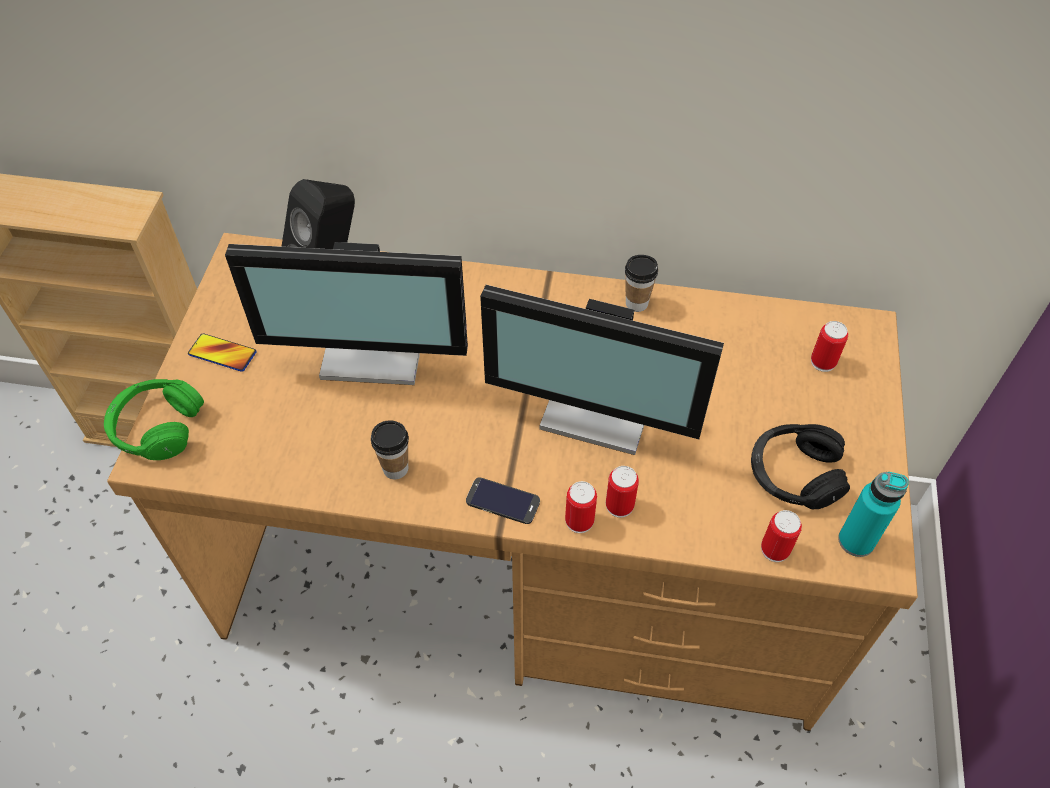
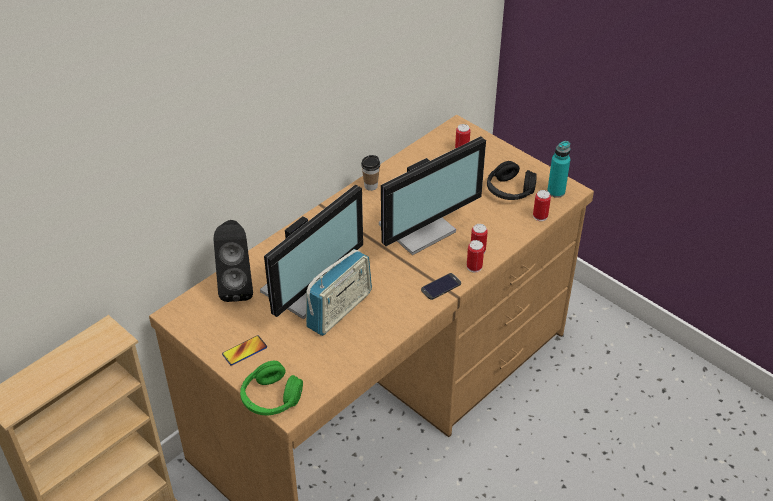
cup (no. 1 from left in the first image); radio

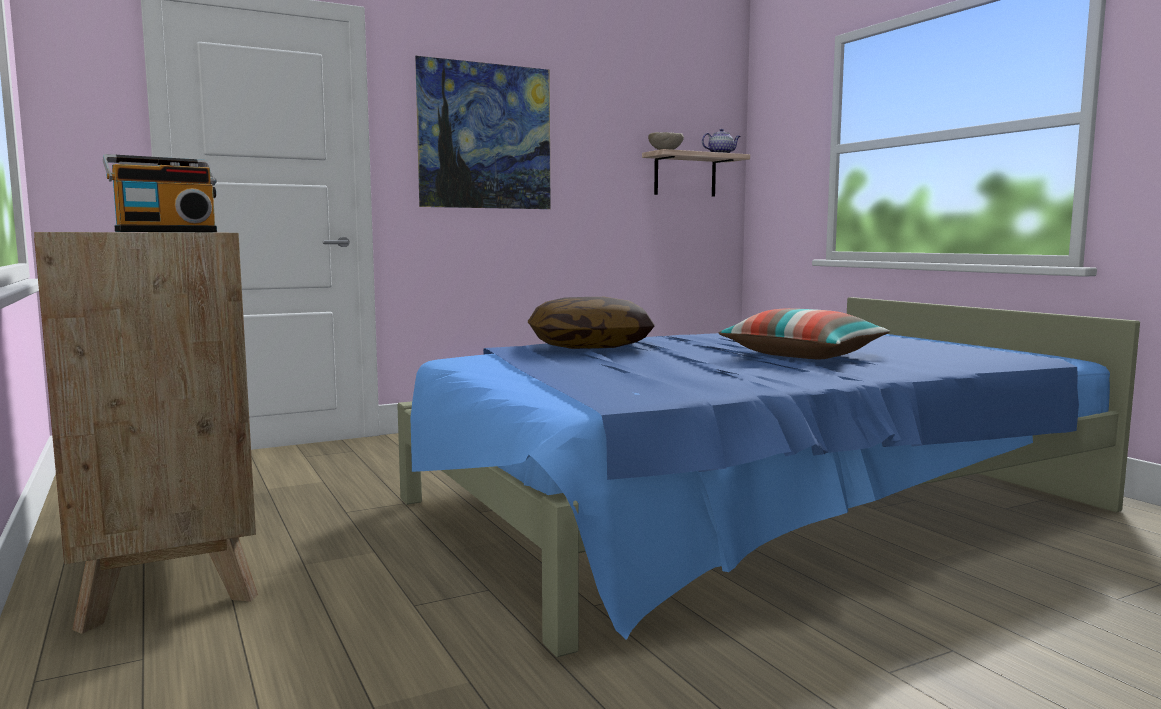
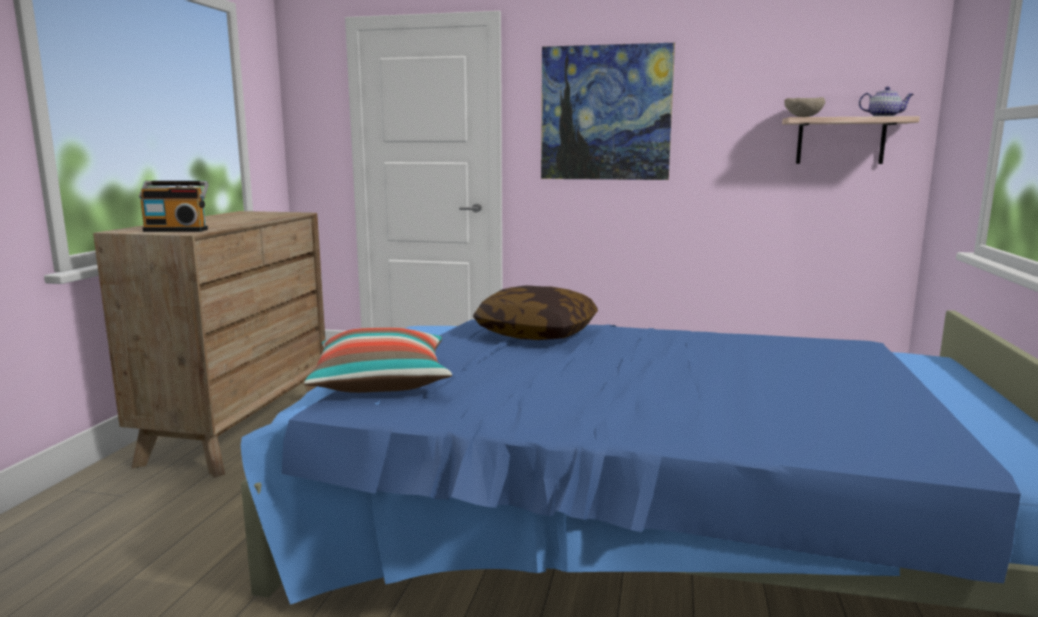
pillow (no. 1 from left)

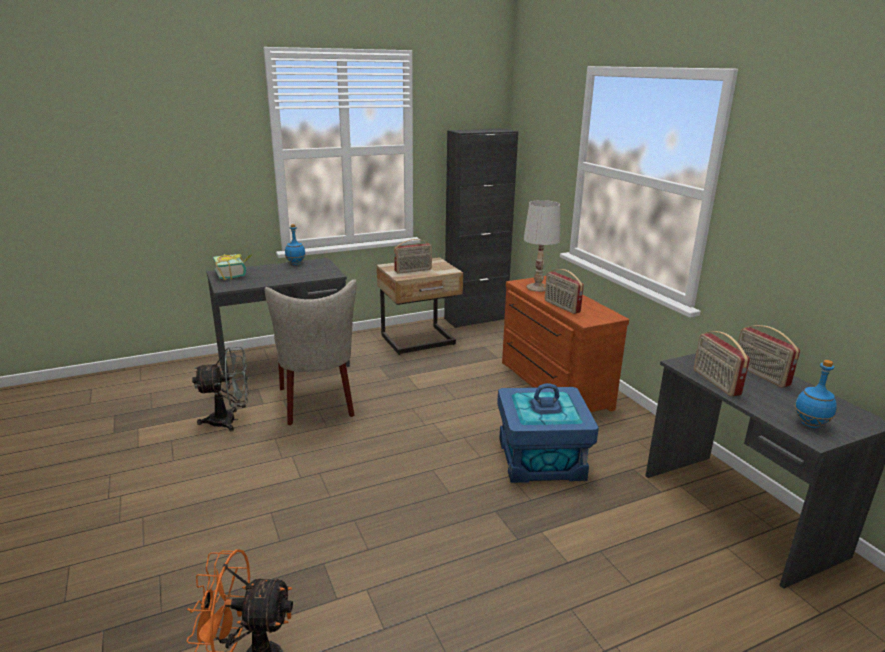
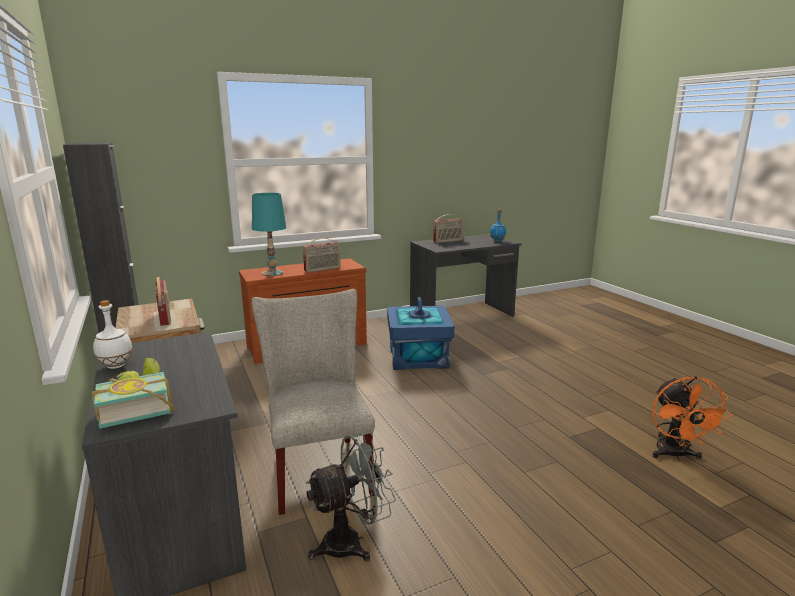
grey fan; beige chair; white bottle; turquoise table lamp; radio (no. 3 from left in the first image)

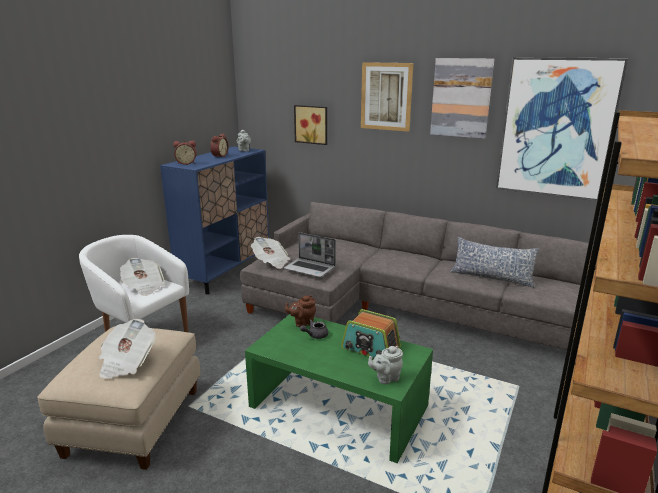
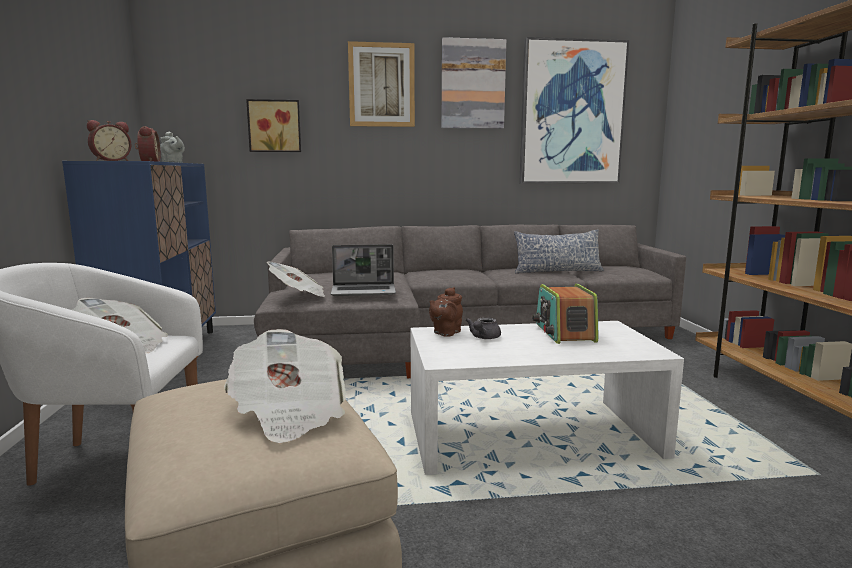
white coffee table; radio; grey teapot (no. 3 from left in the first image)

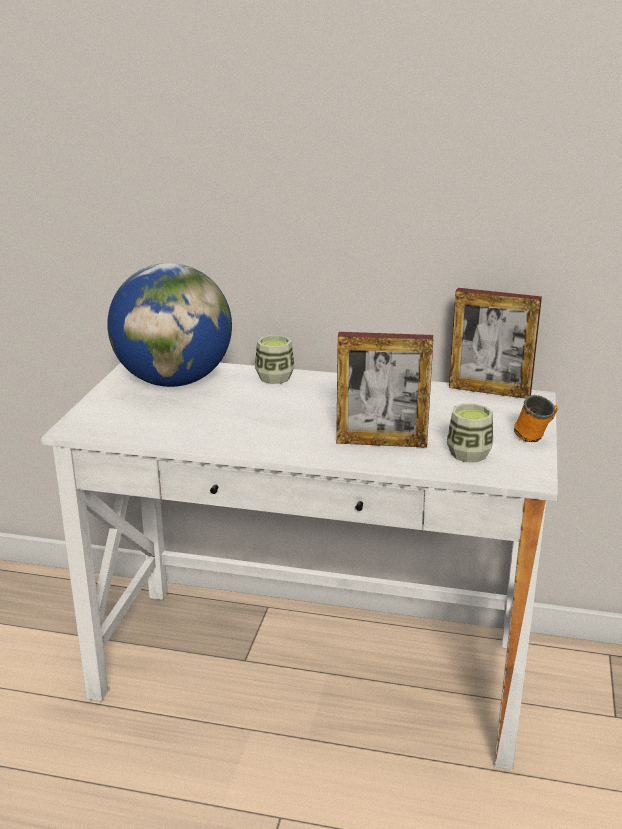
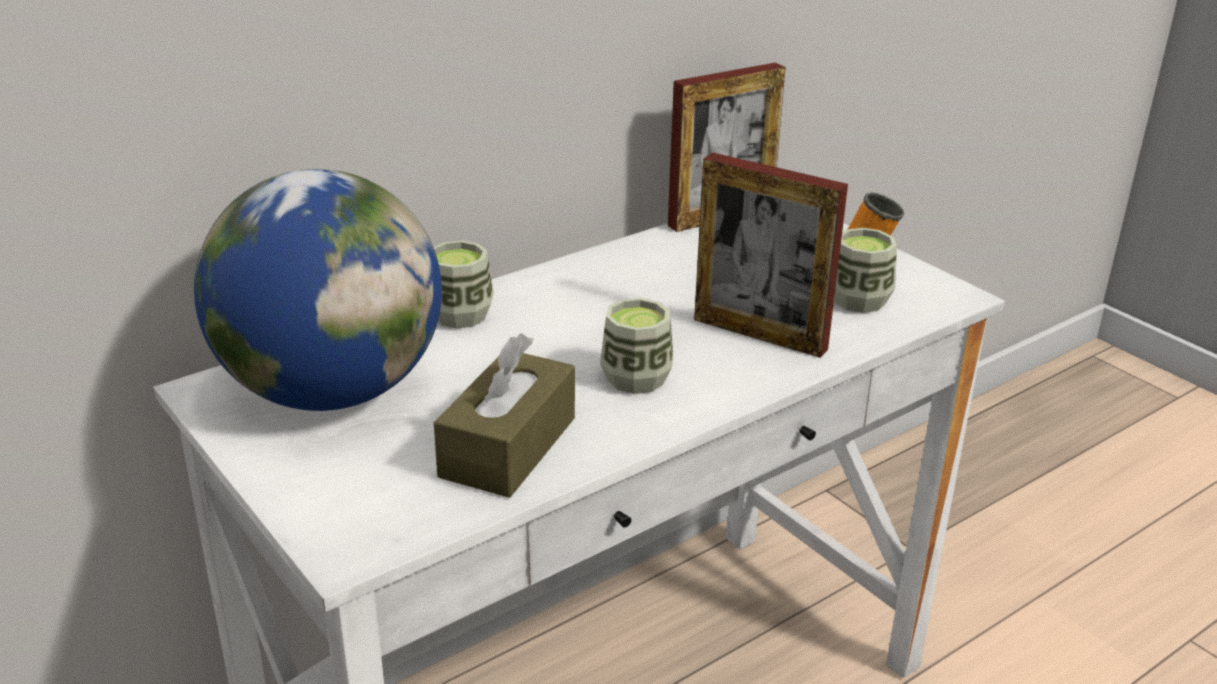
picture frame (no. 2 from left); brown tissue box; cup (no. 2 from left)

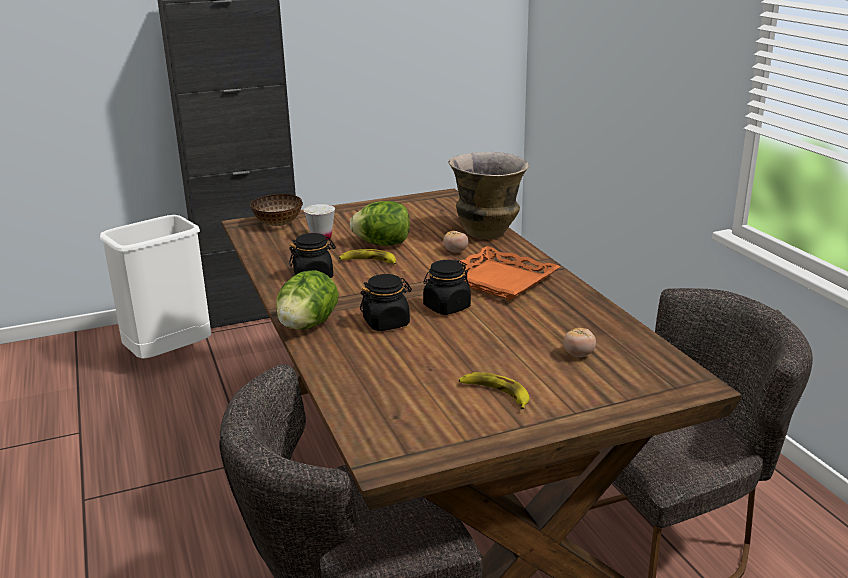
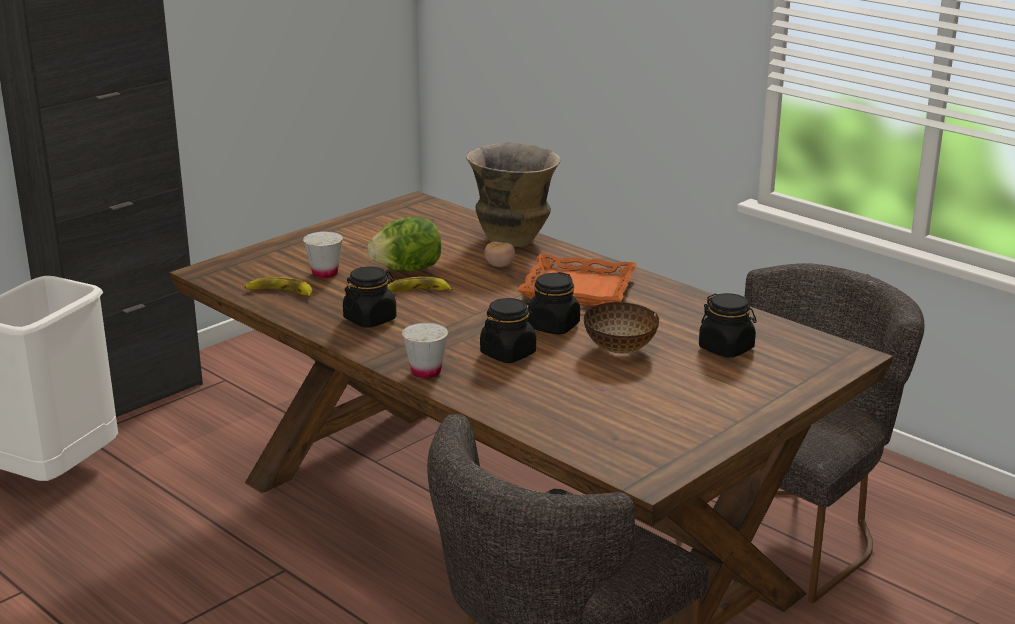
bowl; white cup (no. 2 from left); banana (no. 1 from left); black jar (no. 4 from left)

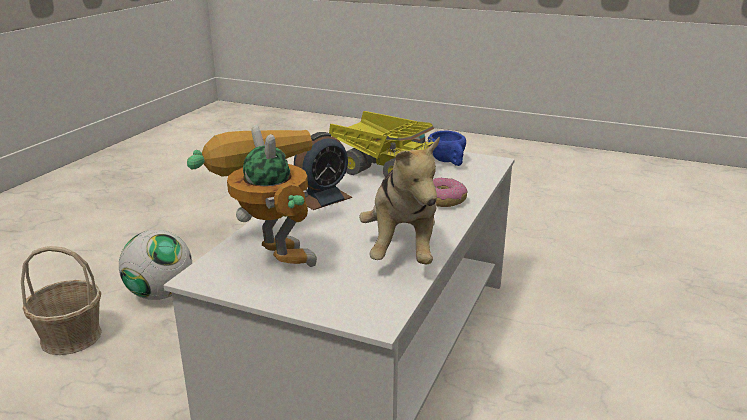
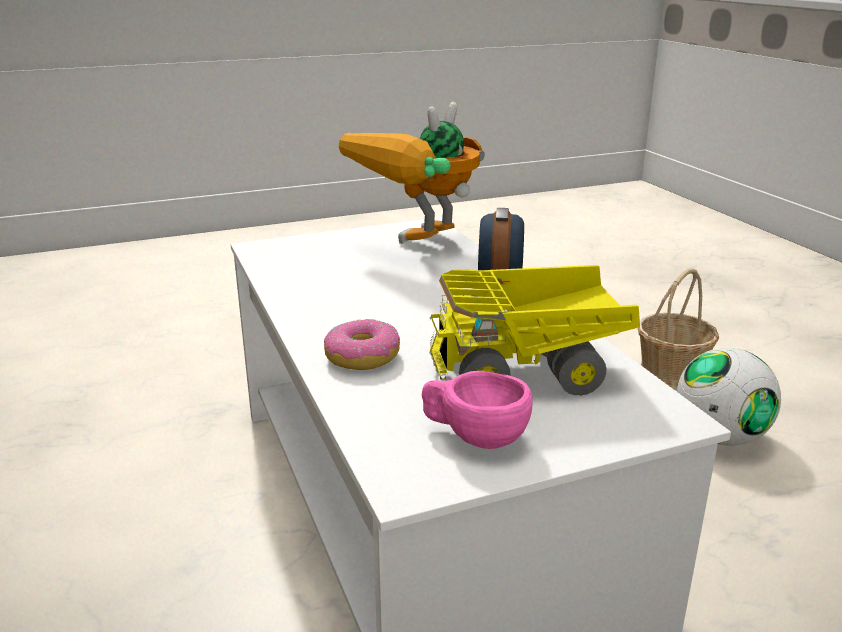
toy robot; plush toy; pink cup

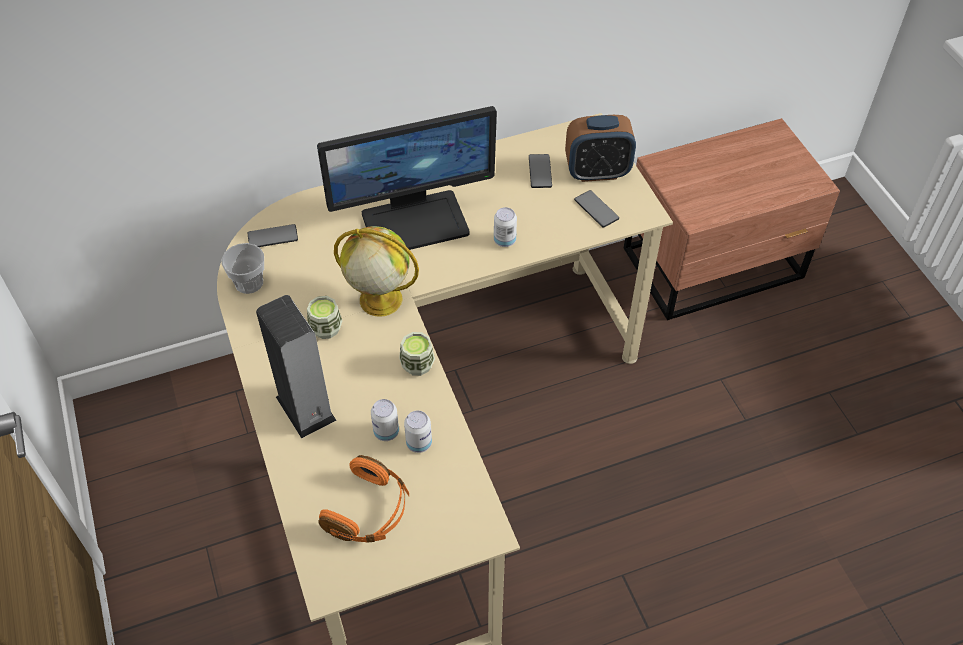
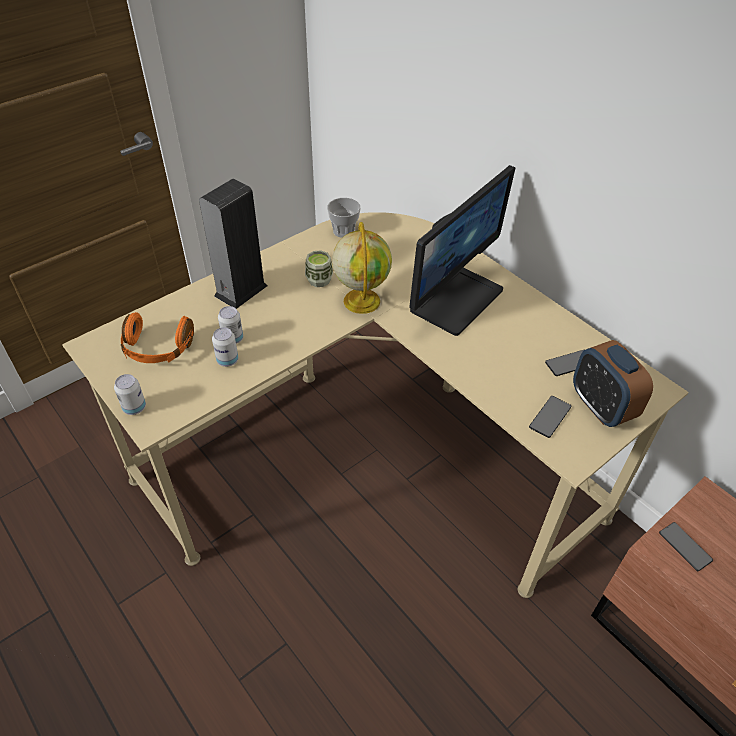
phone (no. 3 from left); monitor; cup (no. 3 from left in the first image); can (no. 1 from left)

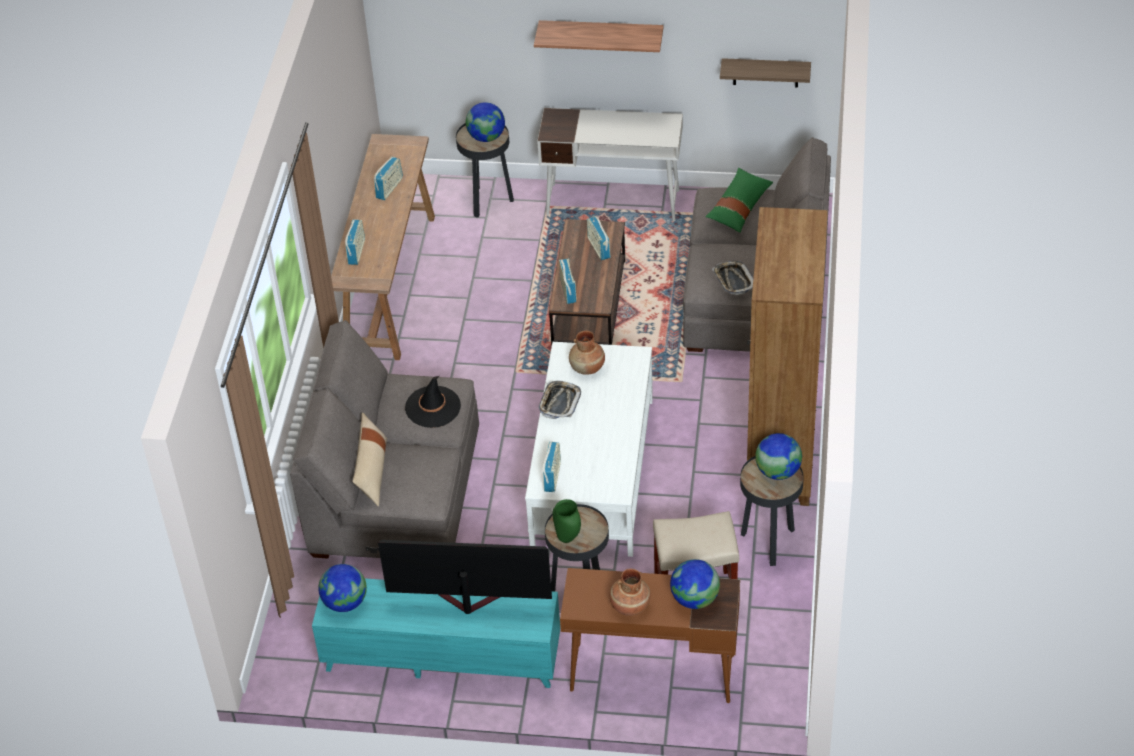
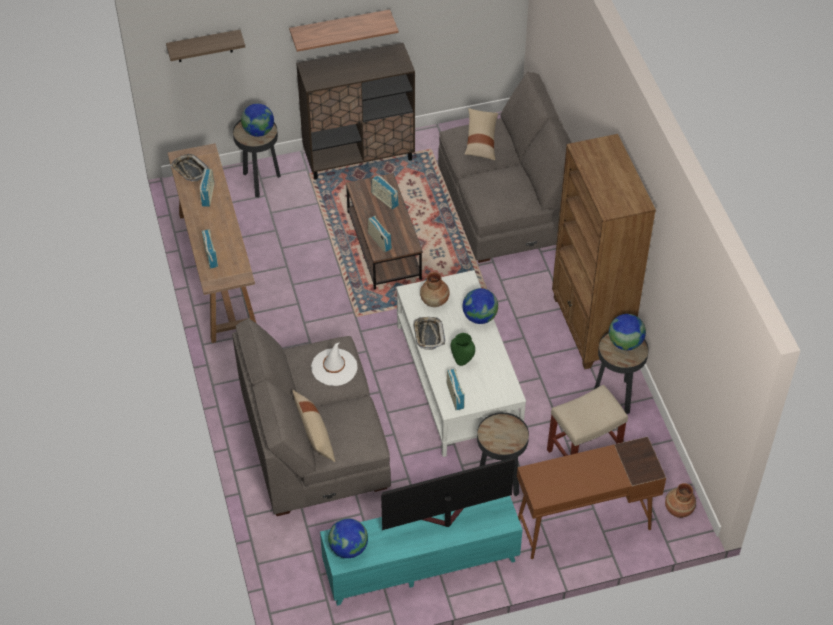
white hat; brown cabinet; green vase; brown vase (no. 2 from left); globe (no. 3 from left); beige pillow (no. 2 from left); tray (no. 1 from left); shelf (no. 1 from left)

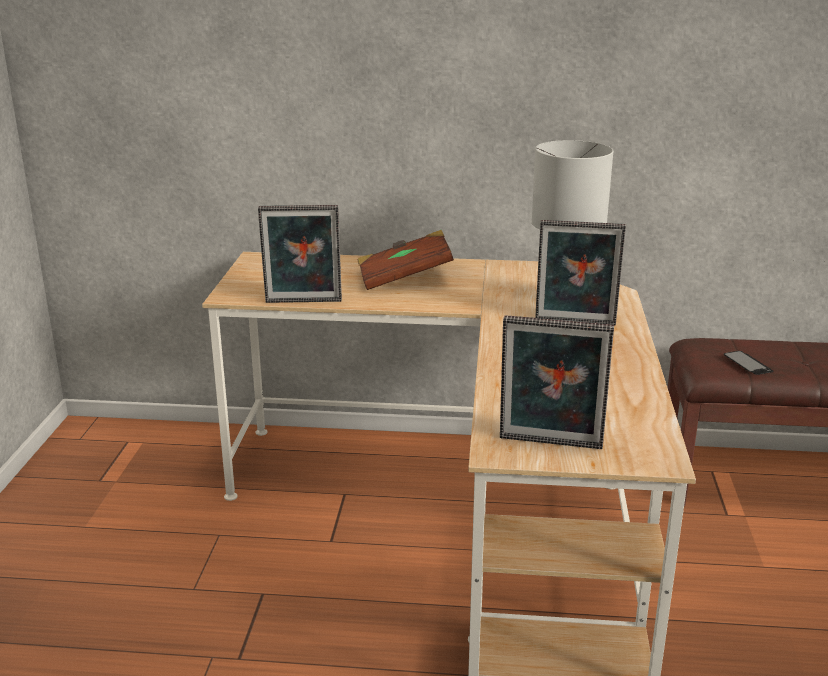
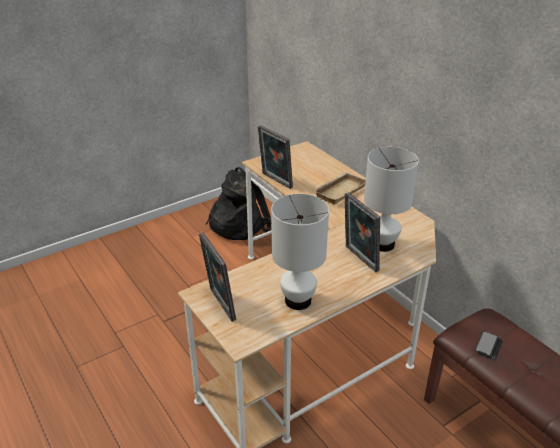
beige tray; black backpack; white table lamp (no. 1 from left)

